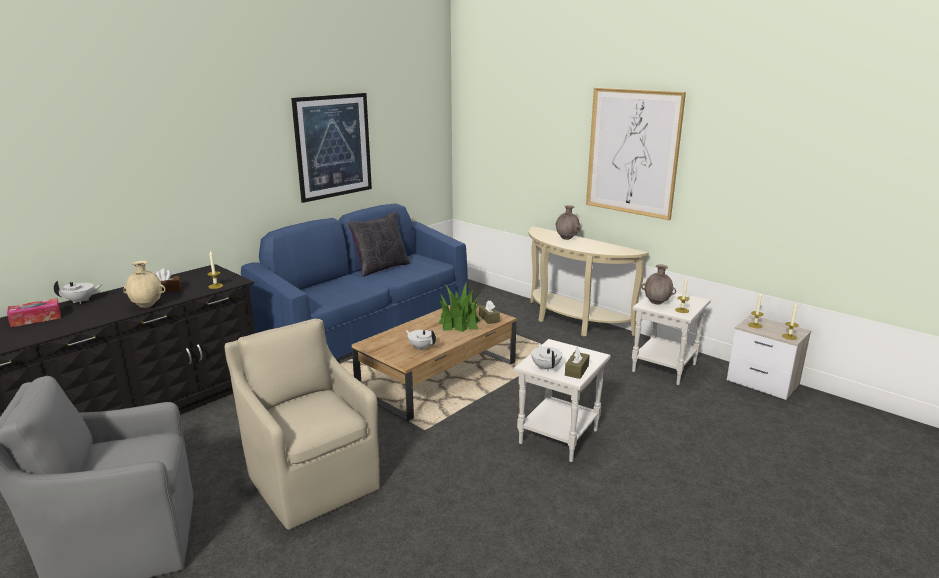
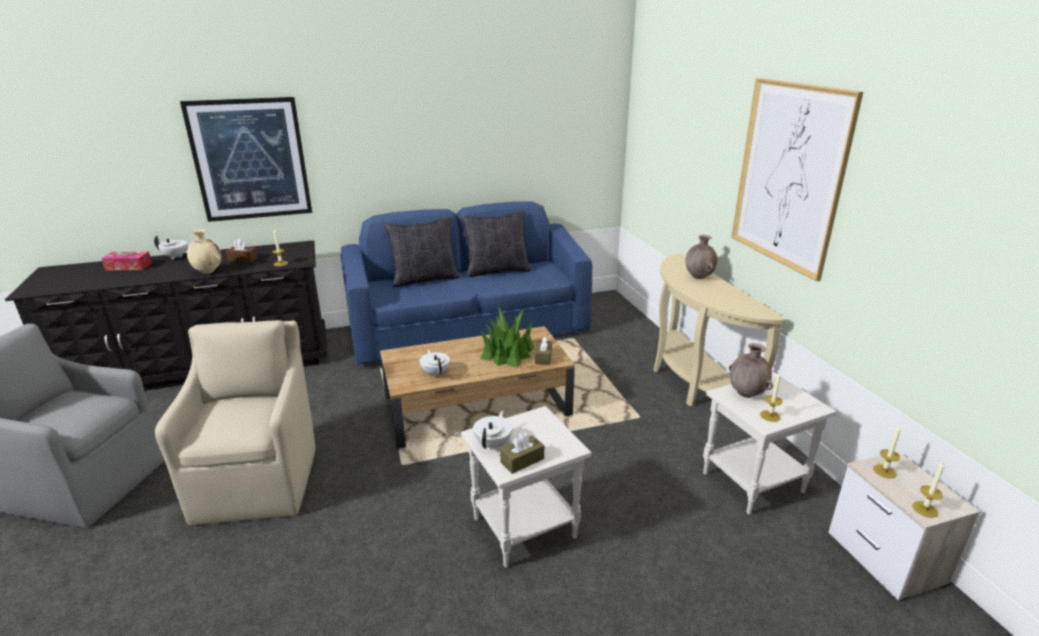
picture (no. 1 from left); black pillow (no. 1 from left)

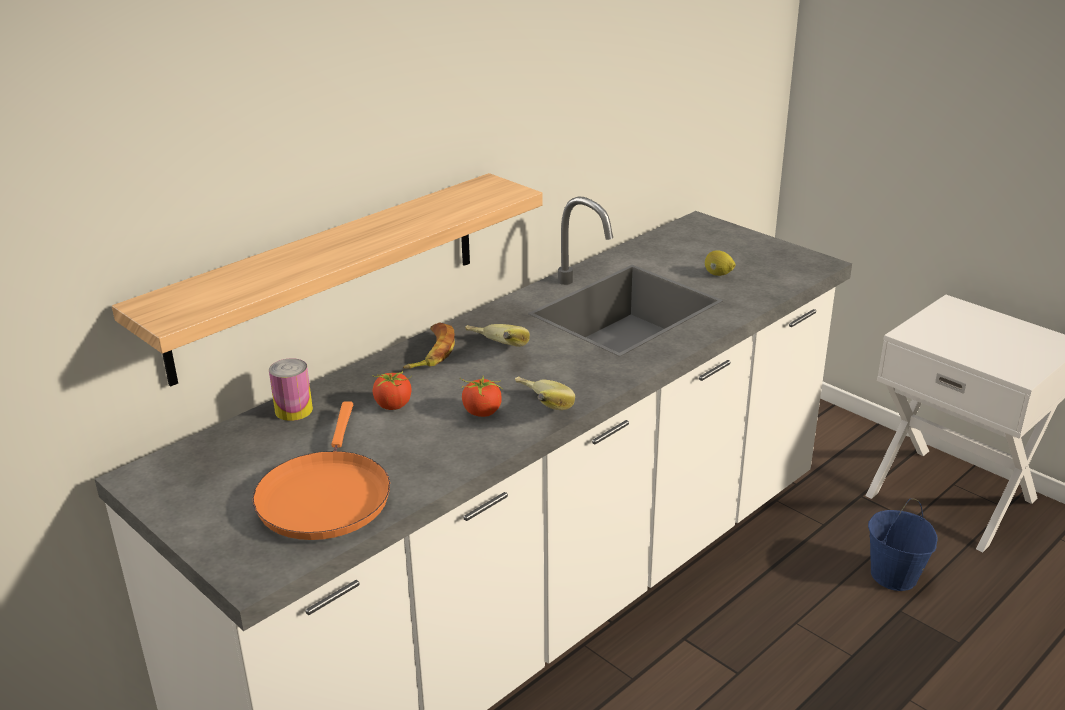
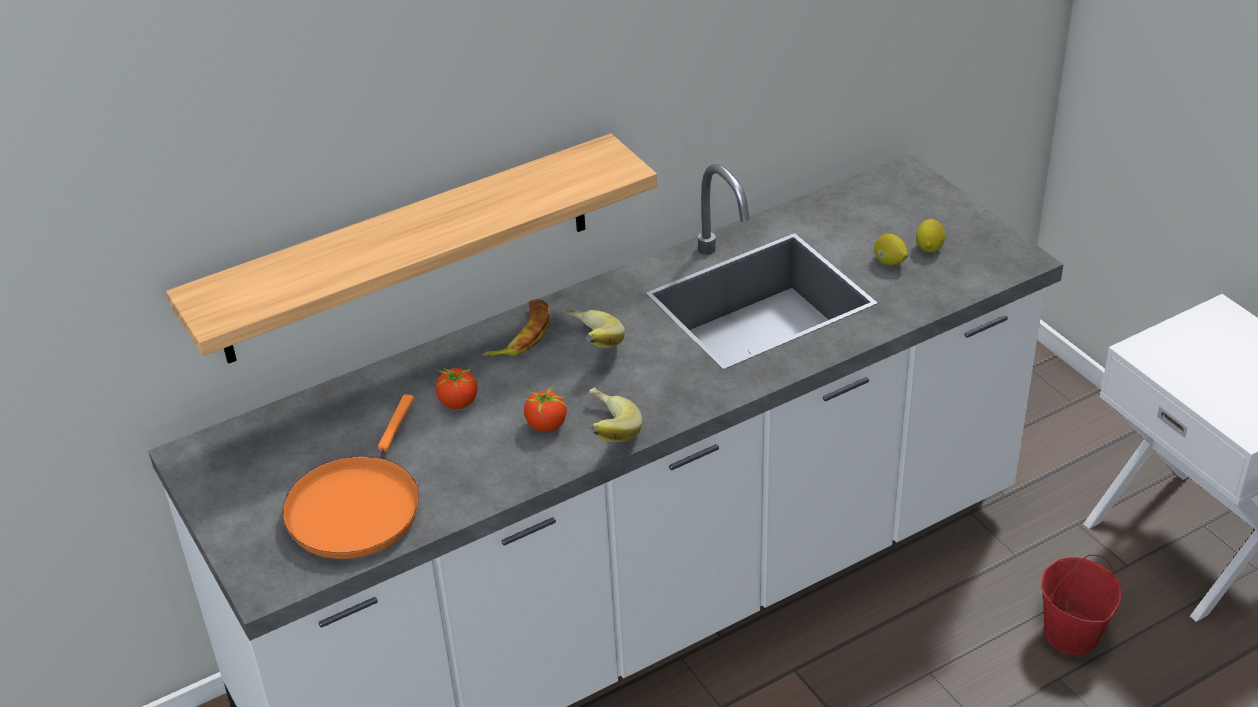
can; red bucket; lemon (no. 2 from left)

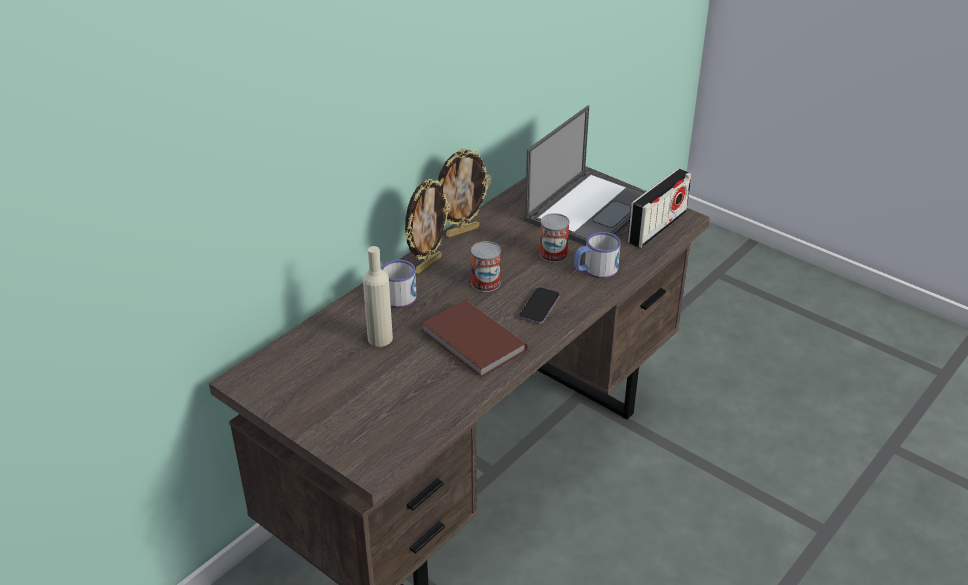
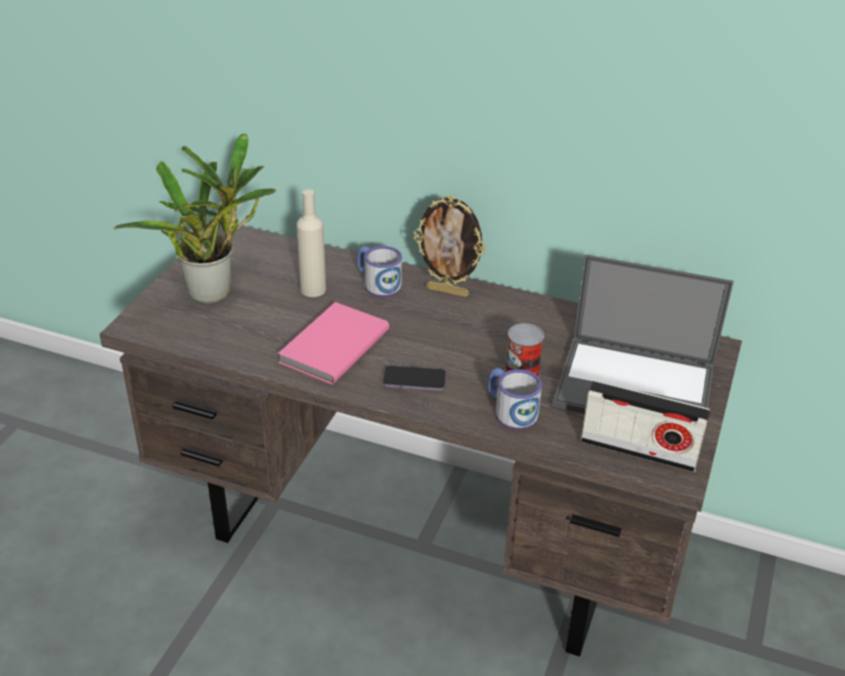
pink book; picture frame (no. 2 from left in the first image); can (no. 1 from left in the first image); potted plant

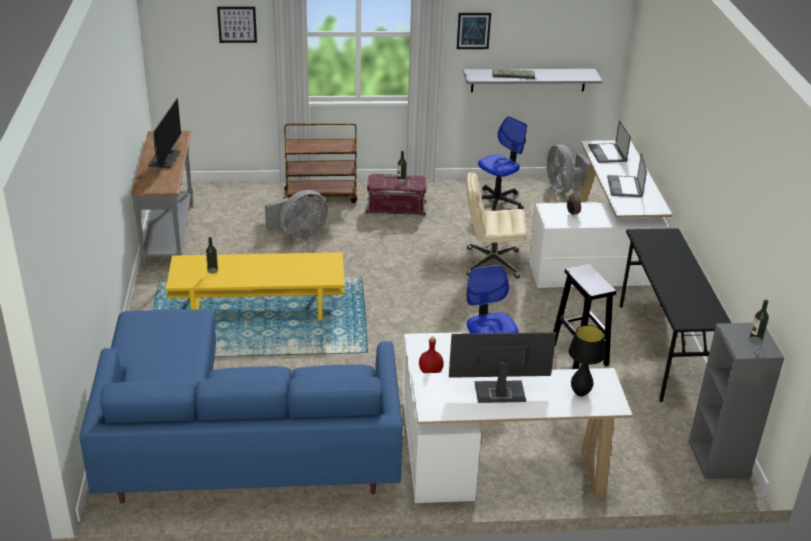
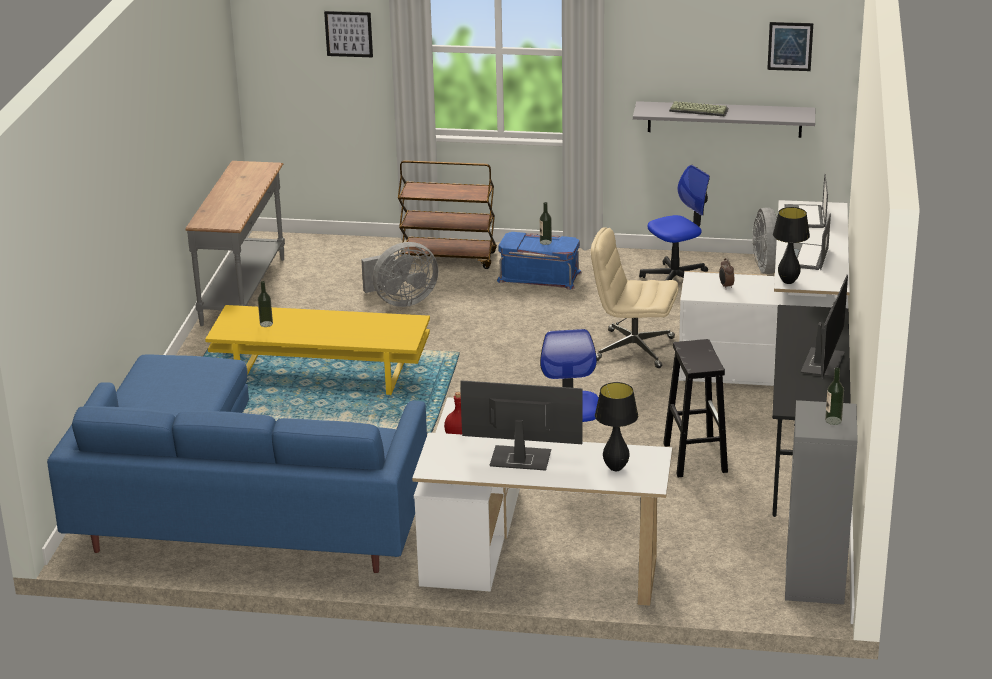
monitor (no. 2 from left); blue storage box; picture (no. 2 from left); black table lamp (no. 2 from left)

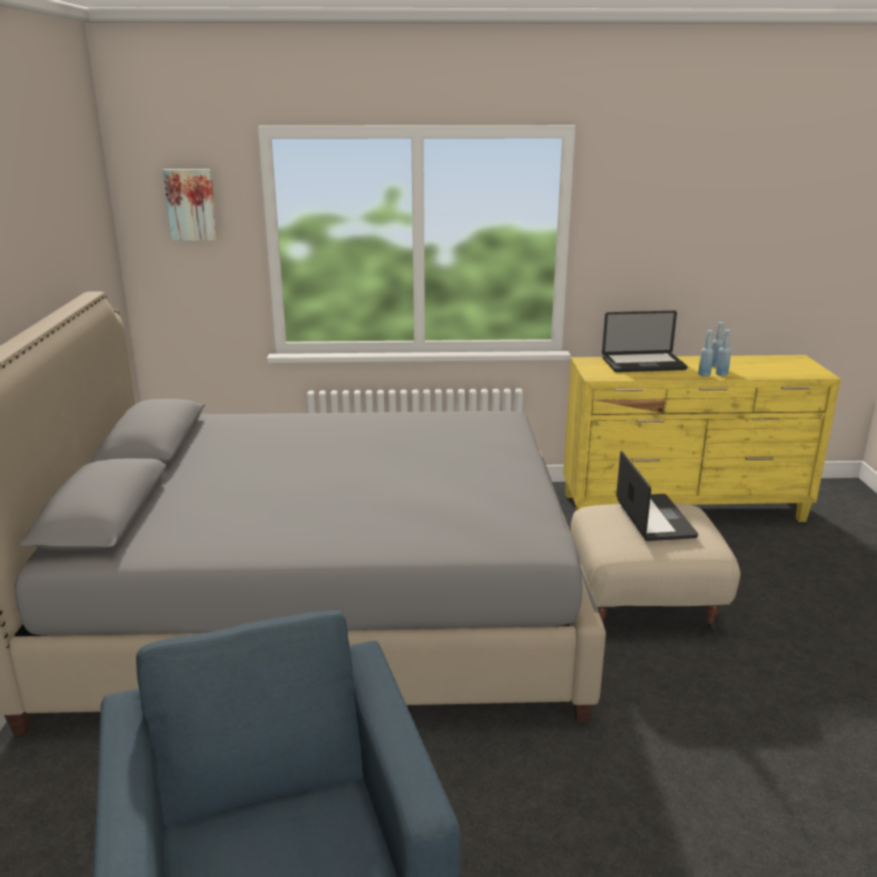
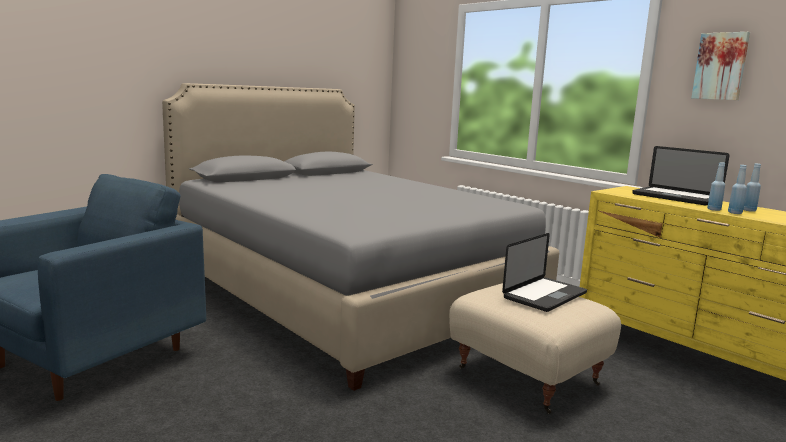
picture

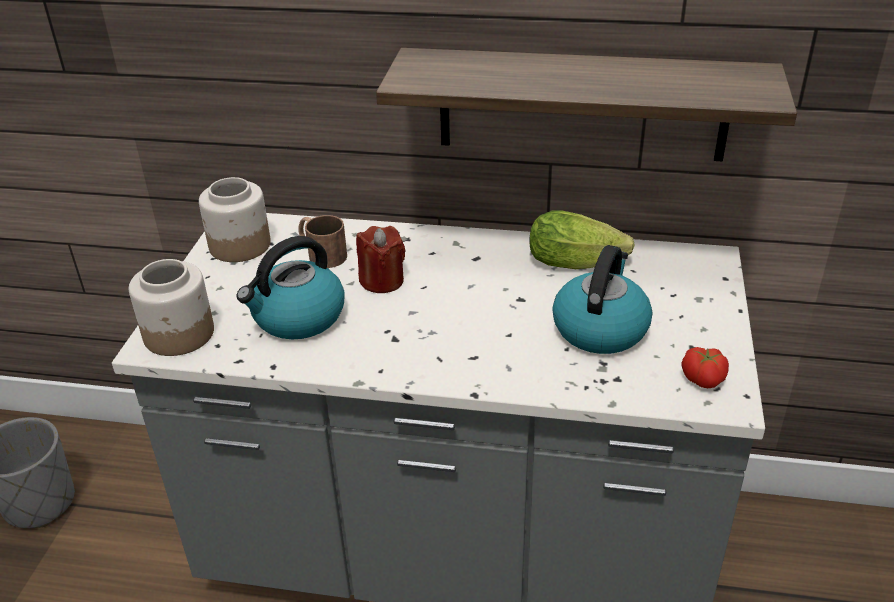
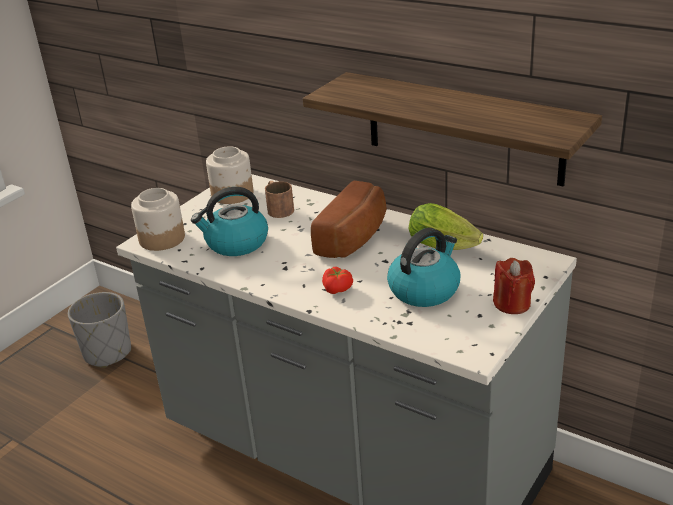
red candle; tomato; bread

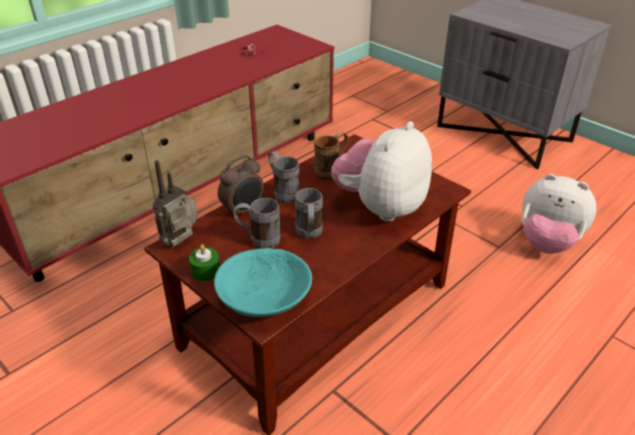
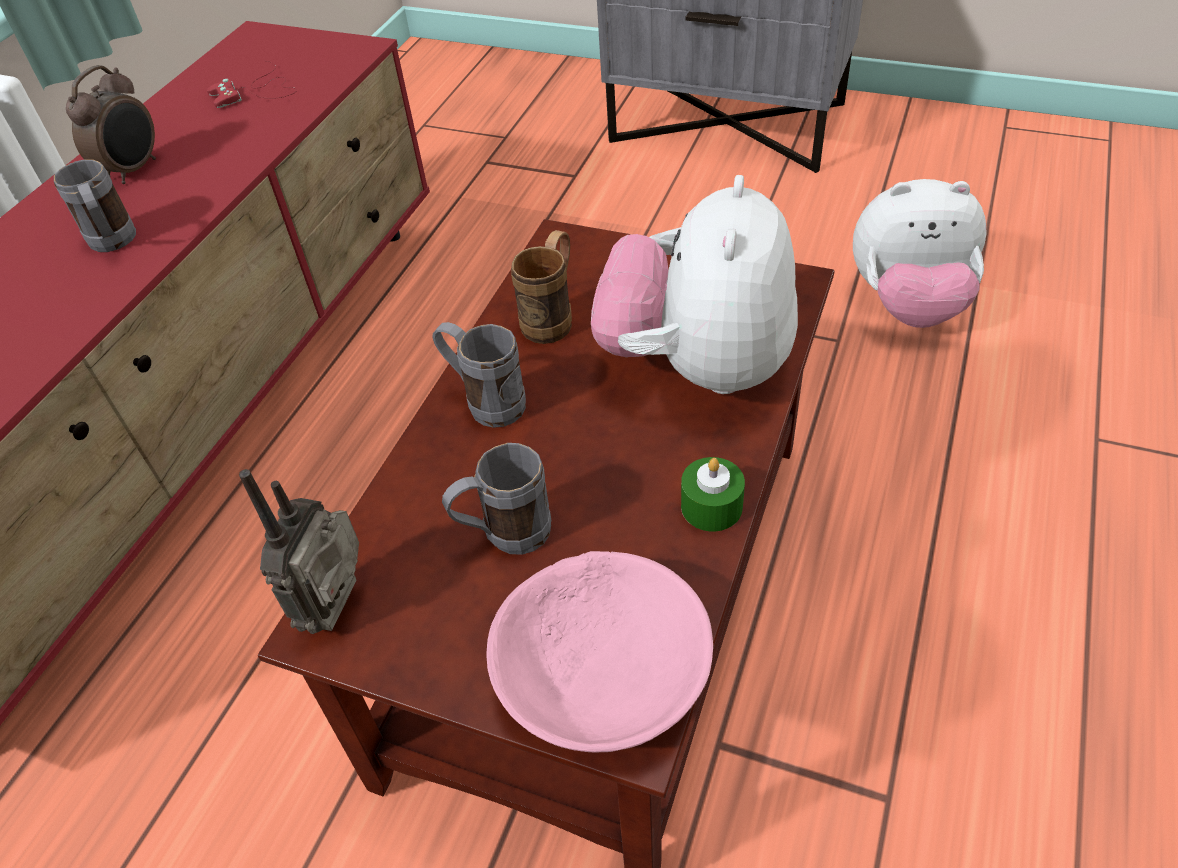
green candle; pink bowl; alarm clock; grey mug (no. 1 from left)

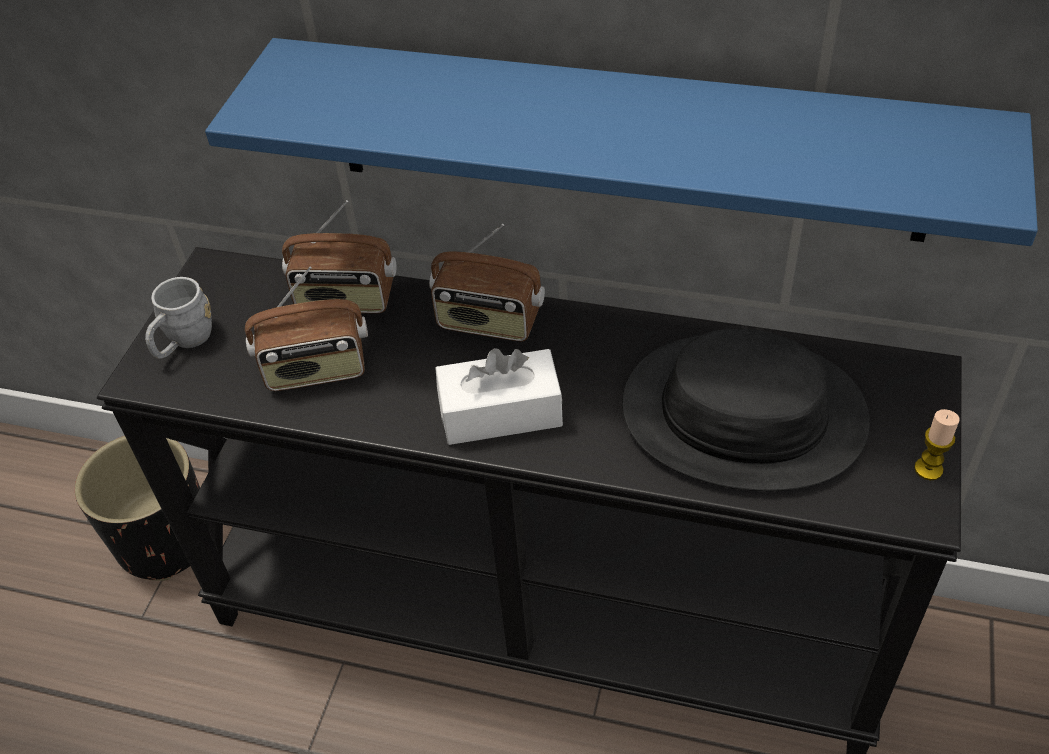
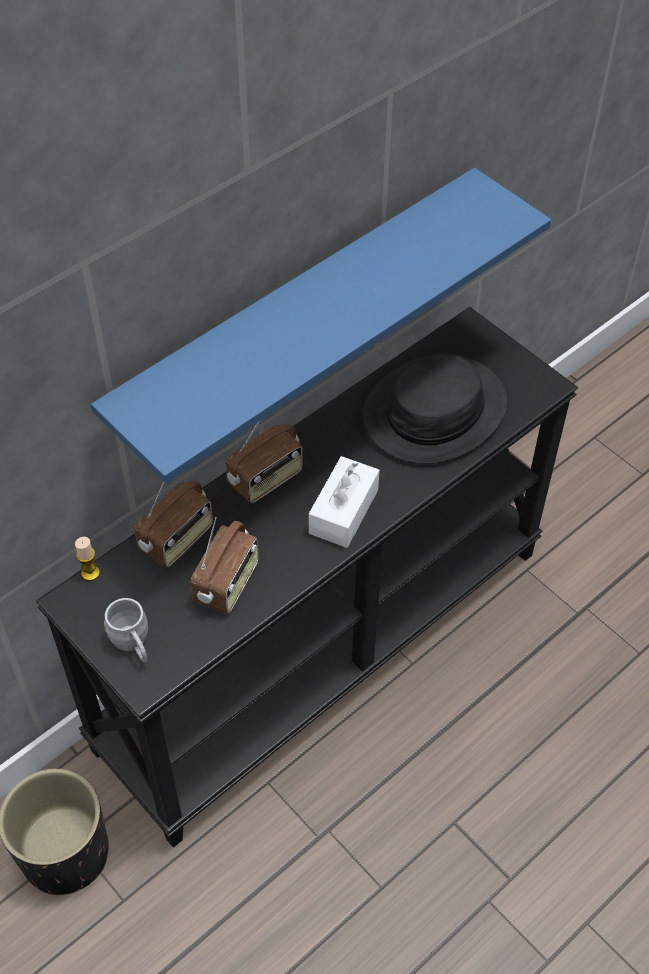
candle

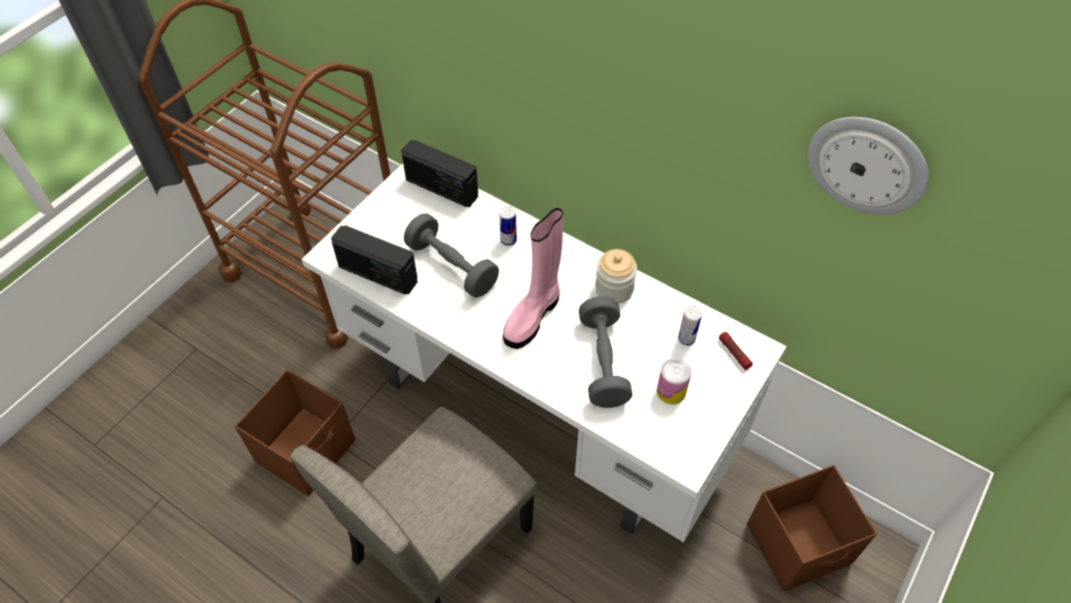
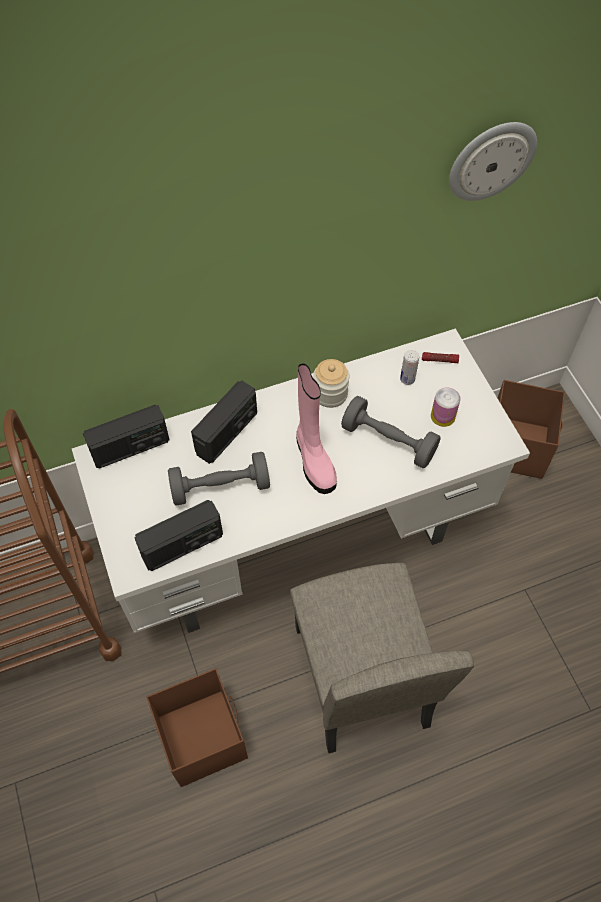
radio (no. 3 from left)

